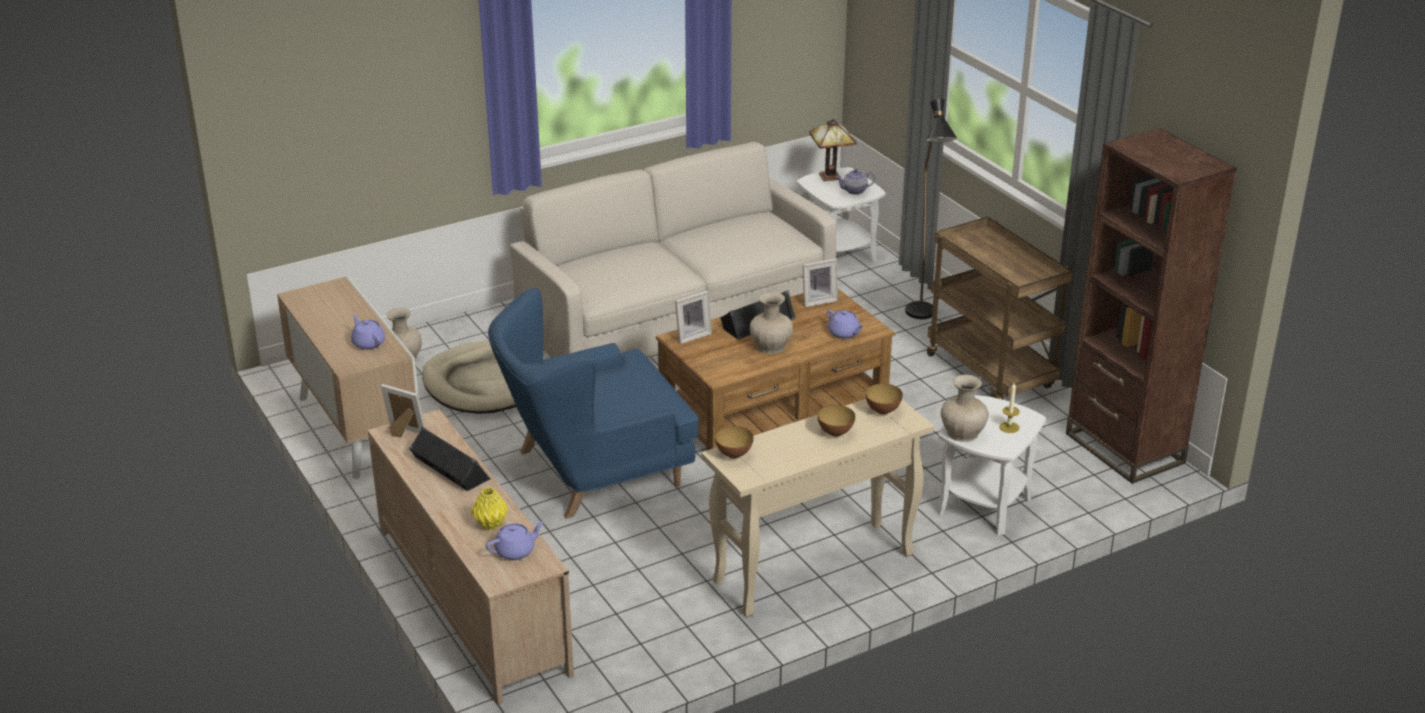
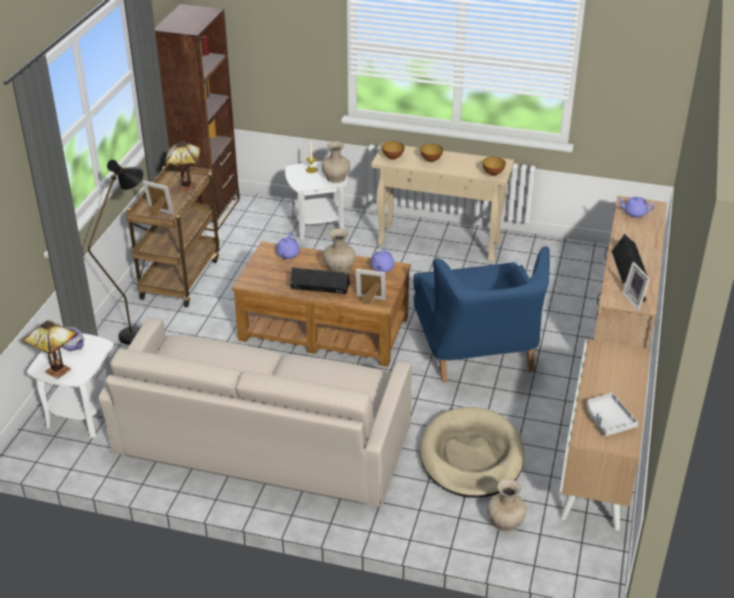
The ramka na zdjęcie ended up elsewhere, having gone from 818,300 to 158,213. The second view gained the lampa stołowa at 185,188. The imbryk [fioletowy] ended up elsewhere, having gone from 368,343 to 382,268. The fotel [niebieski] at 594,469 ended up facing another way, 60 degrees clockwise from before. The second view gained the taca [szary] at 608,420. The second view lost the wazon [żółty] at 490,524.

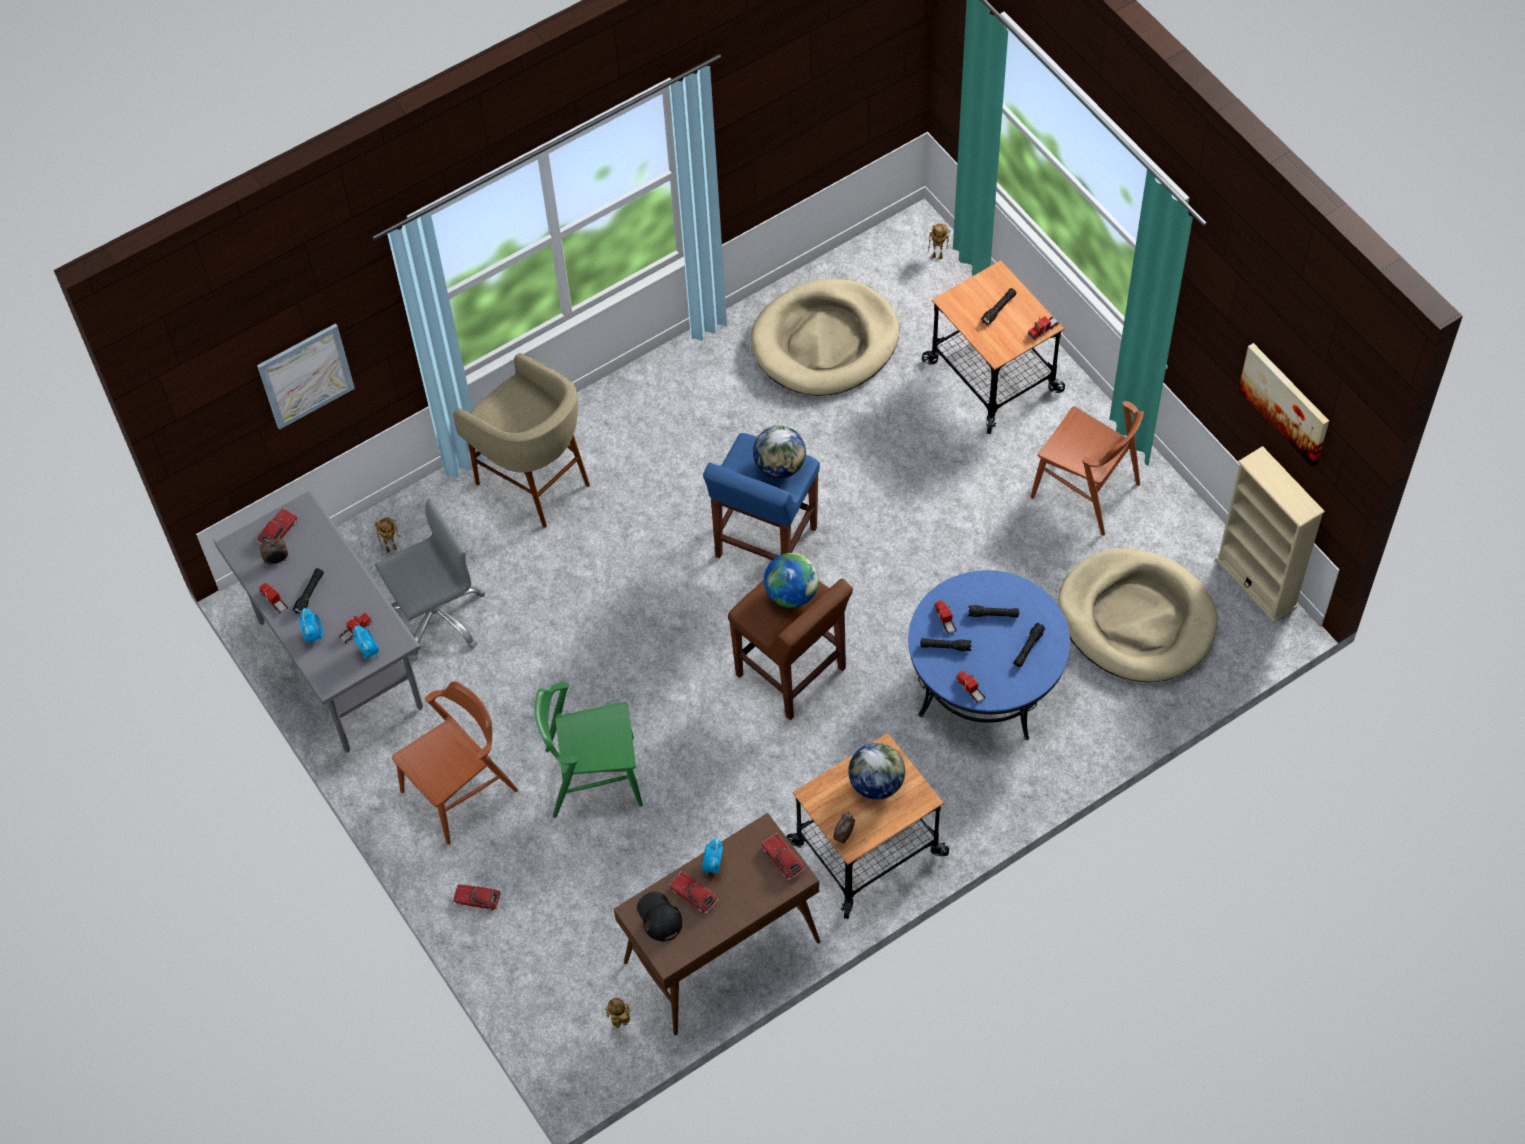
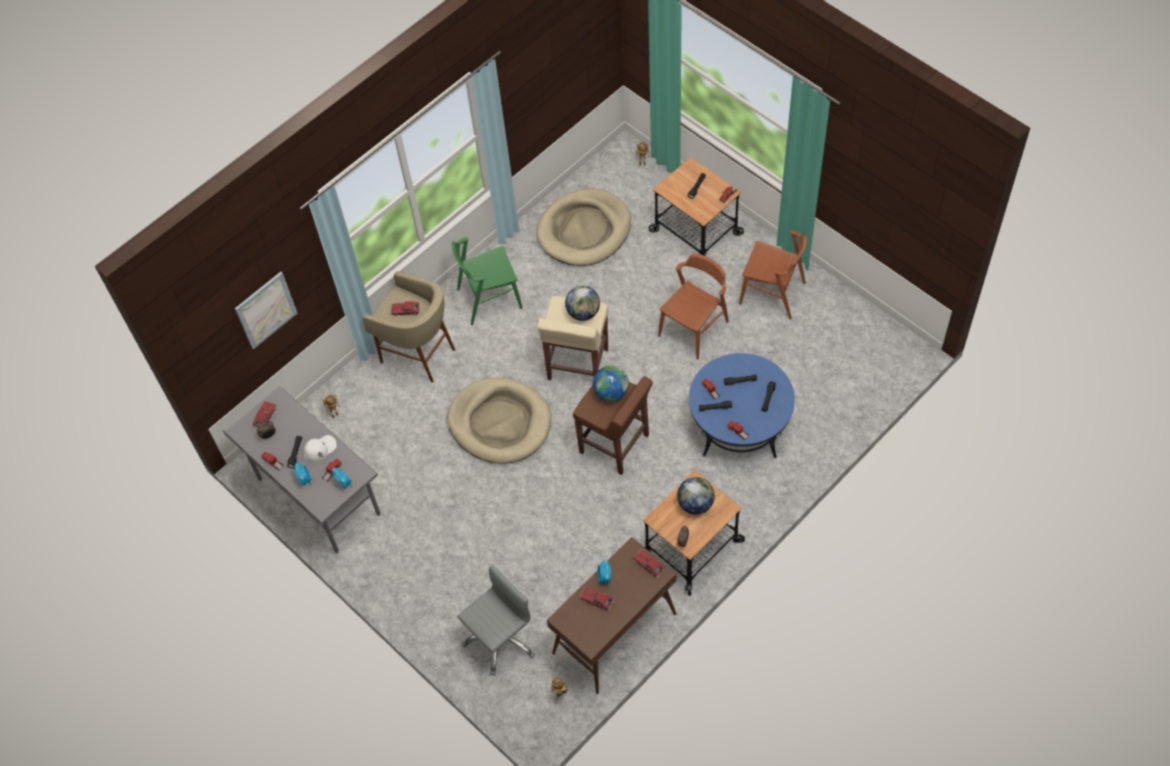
The second view gained the czapka z daszkiem [biały] at 320,448. The samochodzik ended up elsewhere, having gone from 477,899 to 406,311. The legowisko [beżowy] ended up elsewhere, having gone from 1136,619 to 500,423. The krzesło [zielony] ended up elsewhere, having gone from 593,777 to 489,298. The krzesło biurowe [szary] ended up elsewhere, having gone from 436,617 to 500,639. What was the stołek [niebieski] at 765,543 turned into the stołek [beżowy] at 577,365. The krzesło [brązowy] ended up elsewhere, having gone from 460,791 to 693,328. The second view lost the czapka z daszkiem [czarny] at 659,917. The second view lost the regał [beżowy] at 1256,583. The second view lost the obraz at 1285,403.

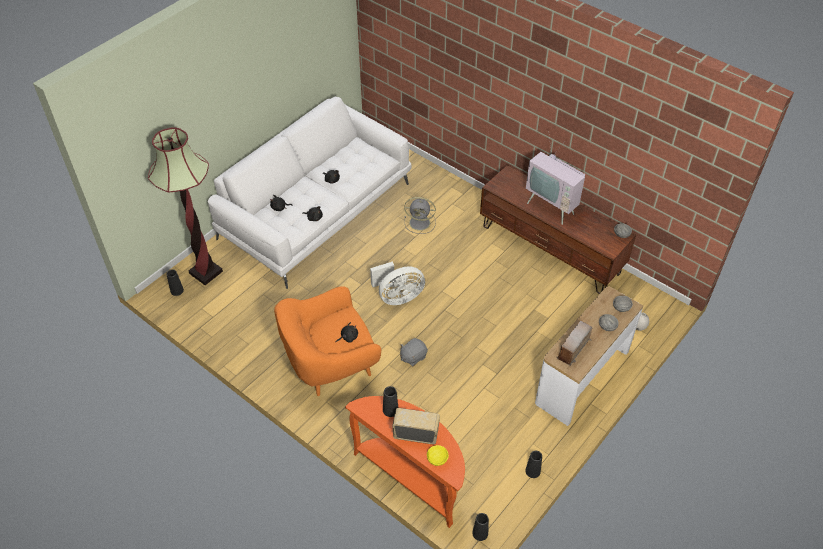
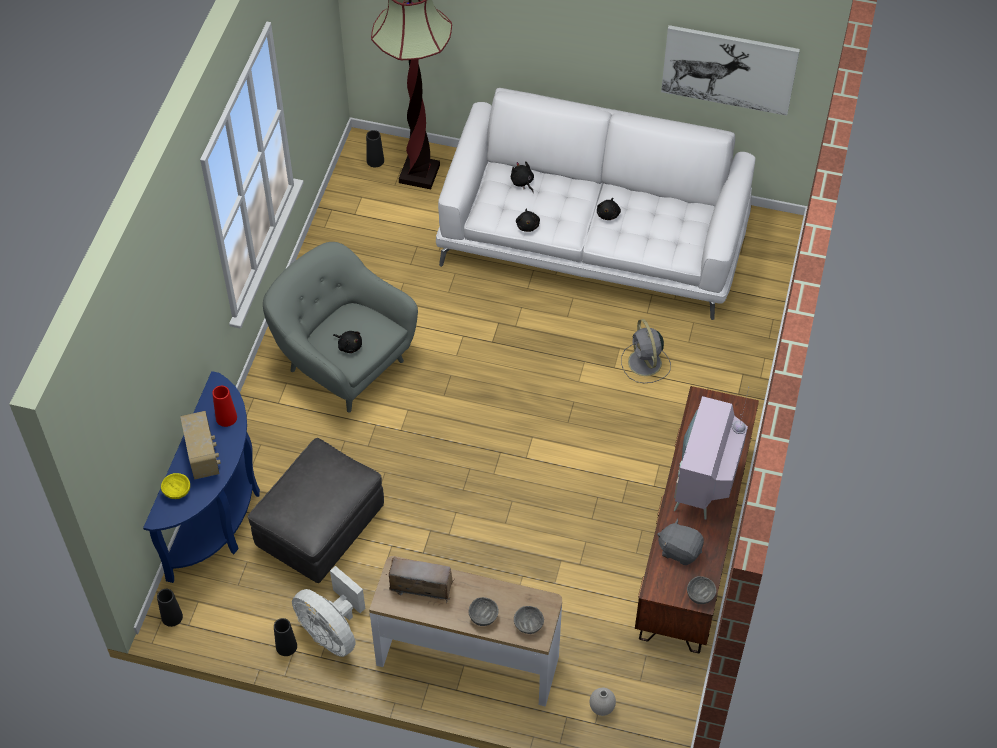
What was the stolik konsolowy [pomarańczowy] at 412,477 turned into the stolik konsolowy [niebieski] at 219,515. What was the wazon [czarny] at 390,410 turned into the wazon [czerwony] at 226,417. The second view gained the pufa [szary] at 320,527. What was the fotel [pomarańczowy] at 330,364 turned into the fotel [szary] at 344,363. The wentylator [biały] ended up elsewhere, having gone from 398,297 to 332,632. The pluszak [szary] ended up elsewhere, having gone from 413,357 to 679,550. The second view gained the obraz at 729,69.

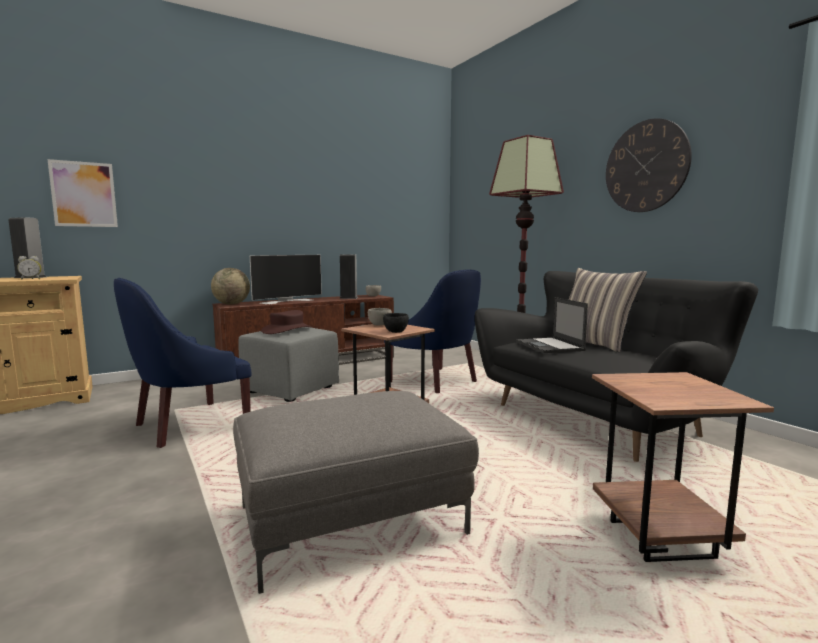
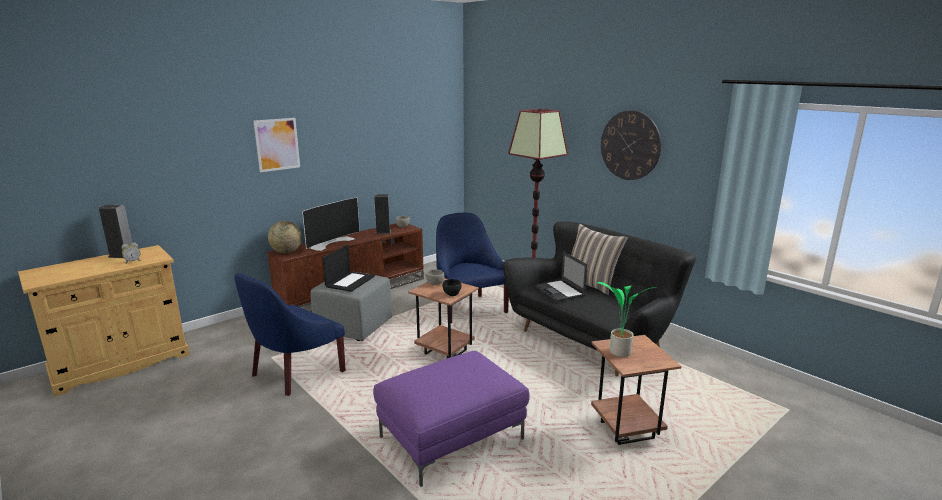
The obraz ended up elsewhere, having gone from 84,194 to 277,144. Where the kapelusz [brązowy] stood at 287,330, the laptop came to stand at 350,281. What was the pufa [szary] at 352,519 turned into the pufa [fioletowy] at 451,437. The fotel [niebieski] at 436,381 ended up facing another way, 150 degrees counterclockwise from before. The second view gained the roślina doniczkowa at 619,352.

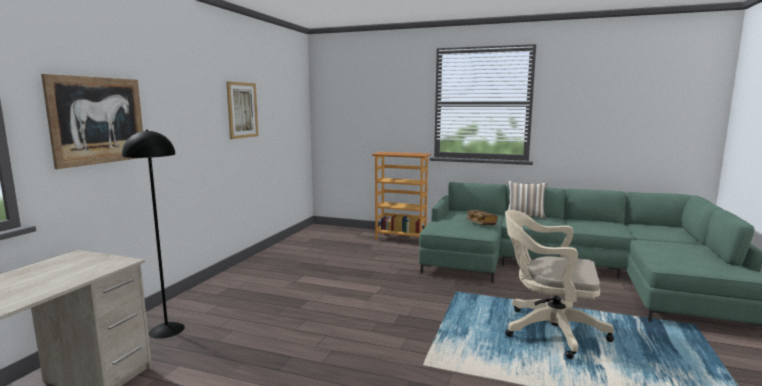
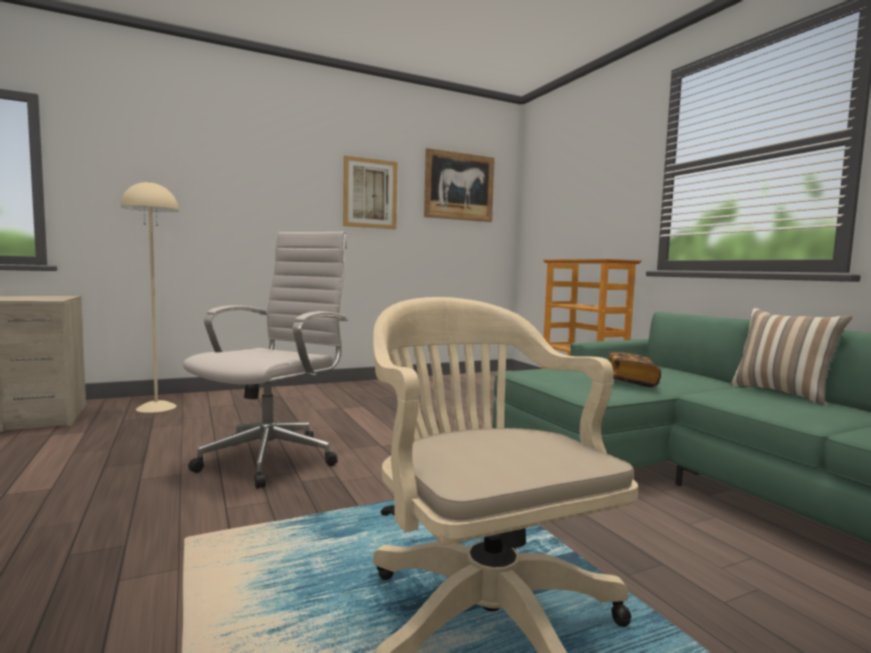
What was the lampa stojąca [czarny] at 167,330 turned into the lampa stojąca [beżowy] at 156,407. The second view gained the krzesło biurowe [biały] at 273,458. The obraz ended up elsewhere, having gone from 98,120 to 459,186.

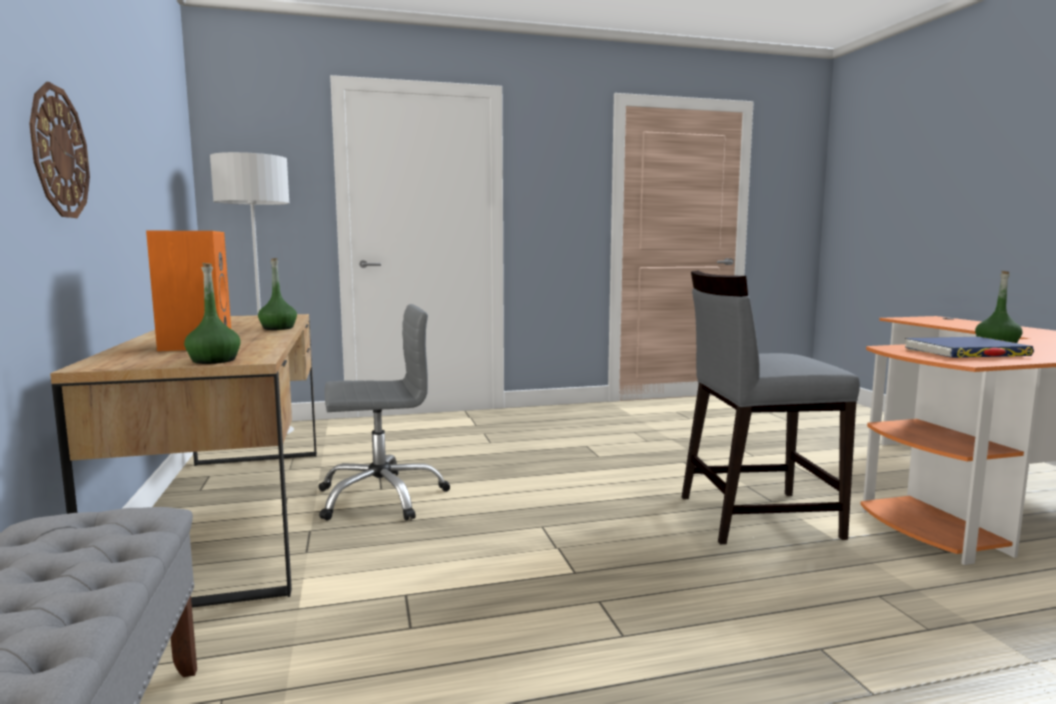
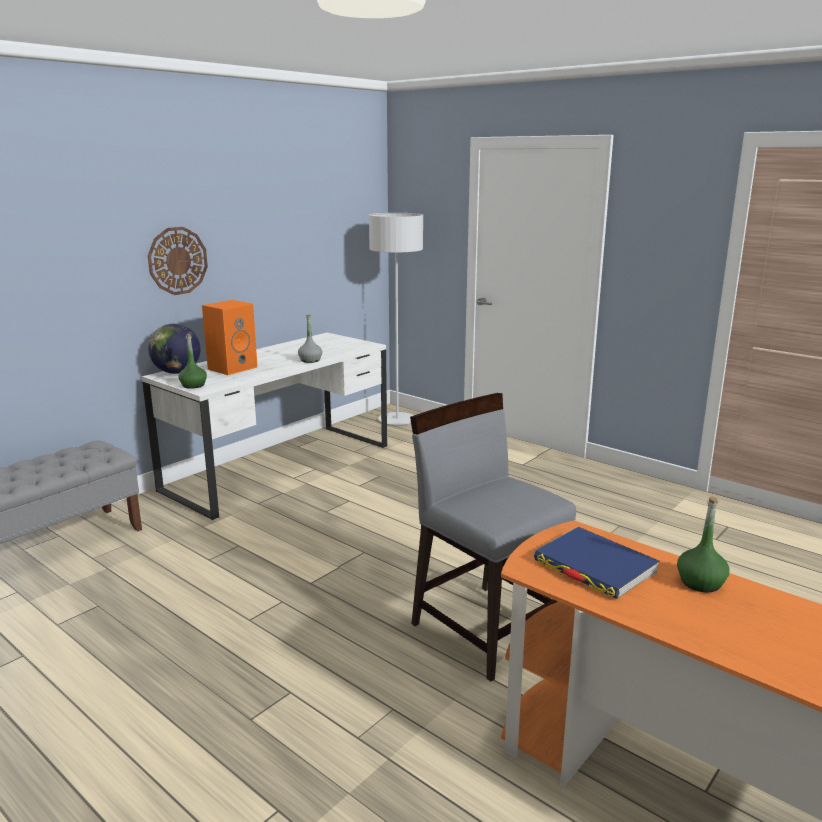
What was the biurko [brązowy] at 233,514 turned into the biurko [biały] at 280,467. The second view gained the globus at 177,372. What was the butelka [zielony] at 278,328 turned into the butelka [szary] at 310,360. The second view lost the krzesło biurowe [szary] at 381,497.

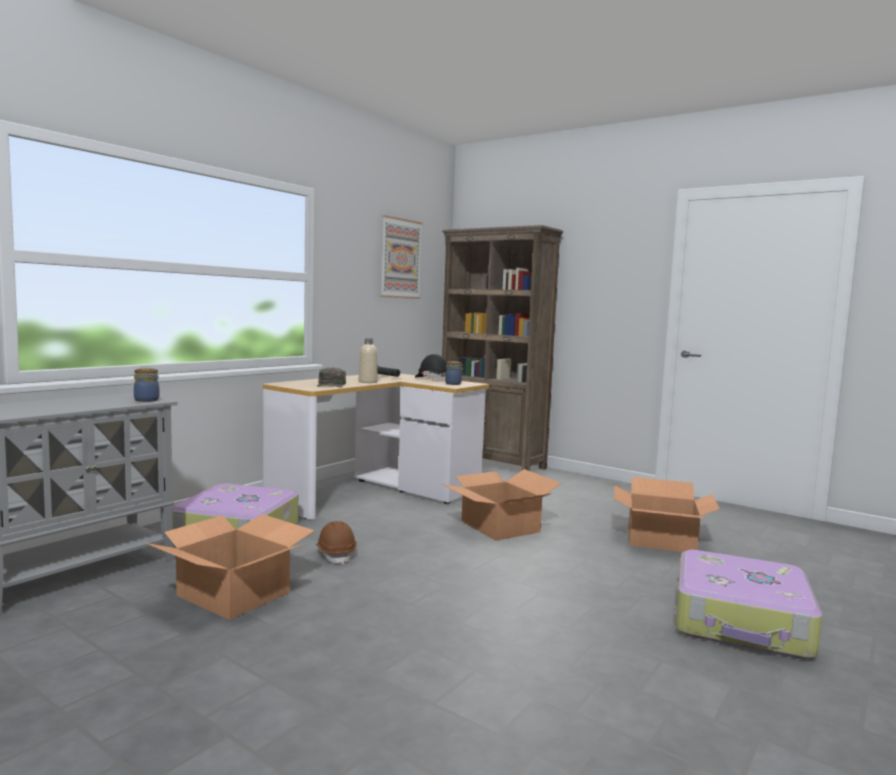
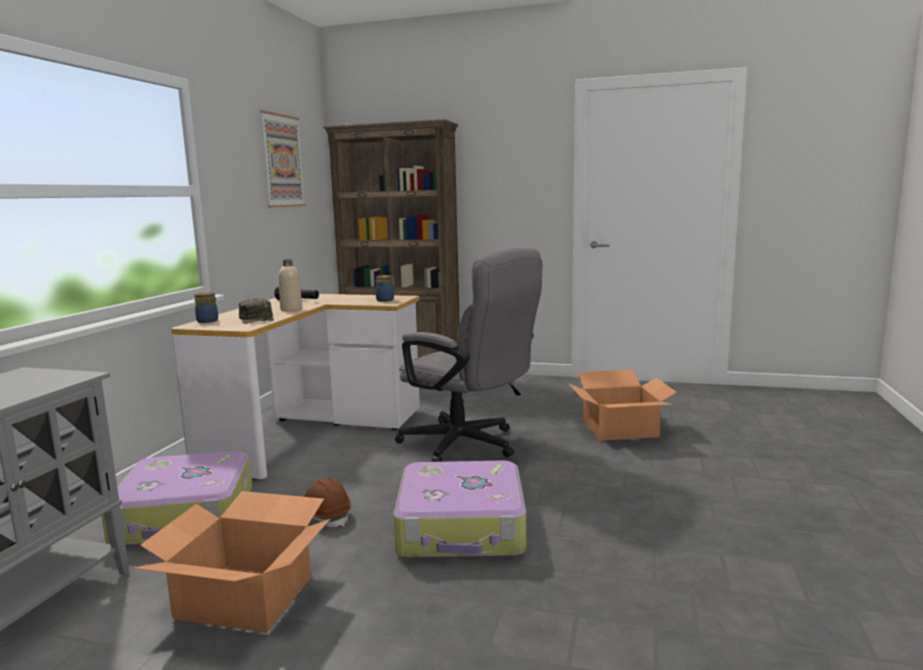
The słoik ended up elsewhere, having gone from 146,400 to 207,321. The walizka ended up elsewhere, having gone from 742,622 to 462,528. Where the karton stood at 499,527, the krzesło biurowe [szary] came to stand at 468,446. The second view lost the kask [czarny] at 432,379.

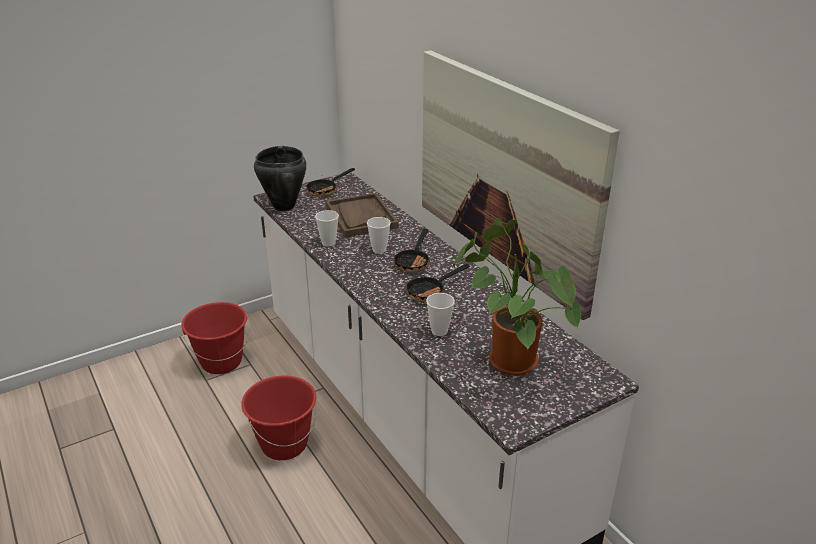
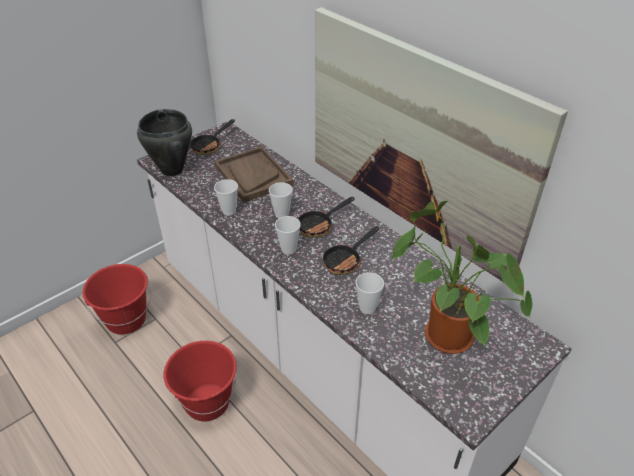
The second view gained the filiżanka at 288,249. The patelnia at 413,262 ended up facing another way, 45 degrees clockwise from before.

